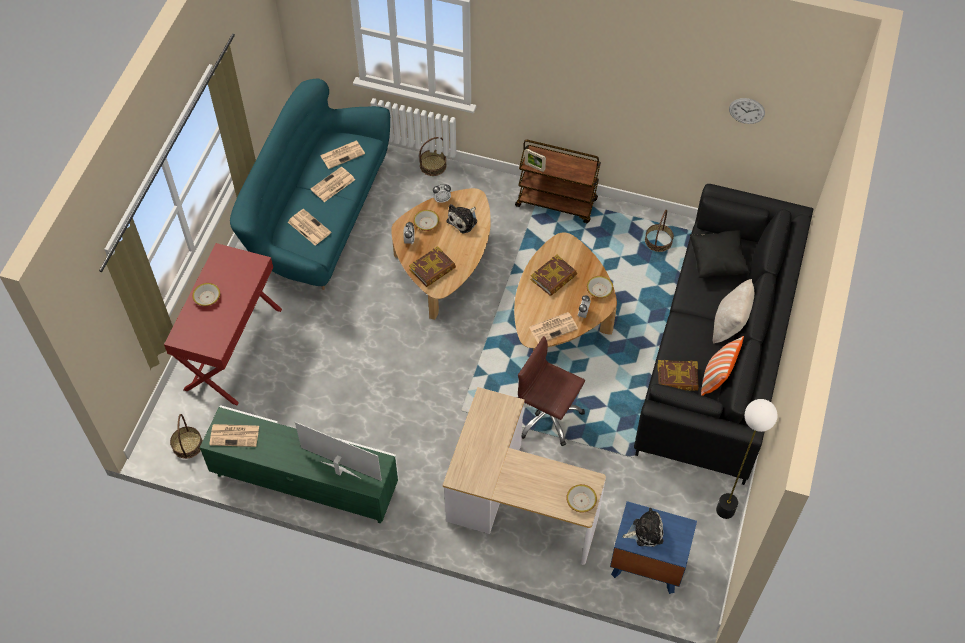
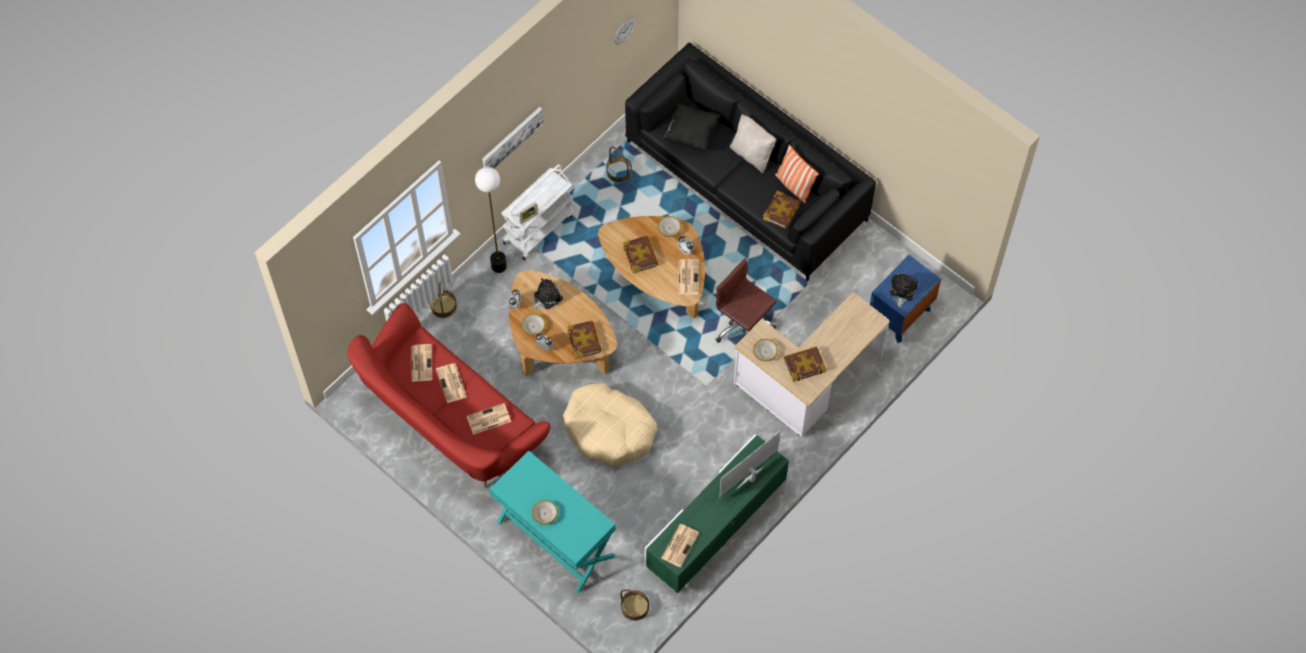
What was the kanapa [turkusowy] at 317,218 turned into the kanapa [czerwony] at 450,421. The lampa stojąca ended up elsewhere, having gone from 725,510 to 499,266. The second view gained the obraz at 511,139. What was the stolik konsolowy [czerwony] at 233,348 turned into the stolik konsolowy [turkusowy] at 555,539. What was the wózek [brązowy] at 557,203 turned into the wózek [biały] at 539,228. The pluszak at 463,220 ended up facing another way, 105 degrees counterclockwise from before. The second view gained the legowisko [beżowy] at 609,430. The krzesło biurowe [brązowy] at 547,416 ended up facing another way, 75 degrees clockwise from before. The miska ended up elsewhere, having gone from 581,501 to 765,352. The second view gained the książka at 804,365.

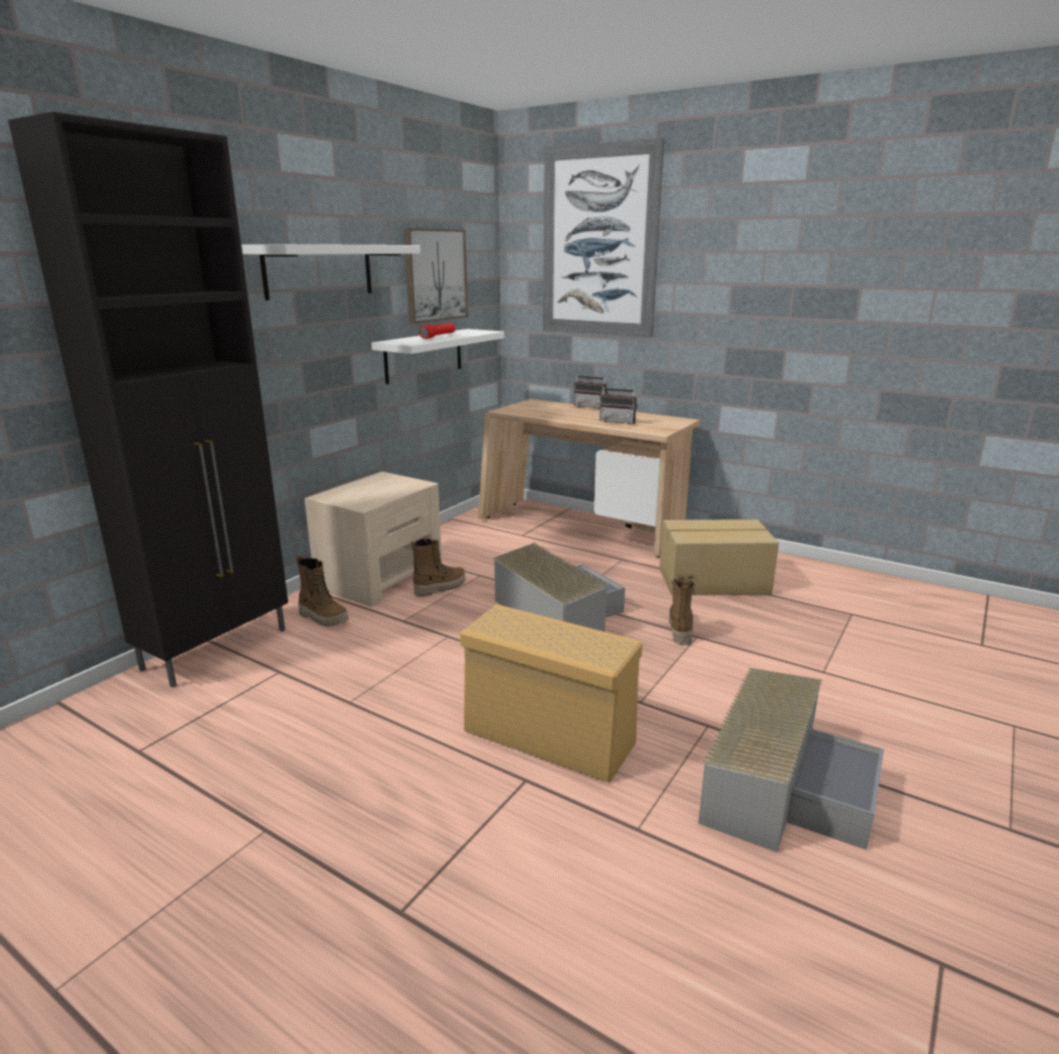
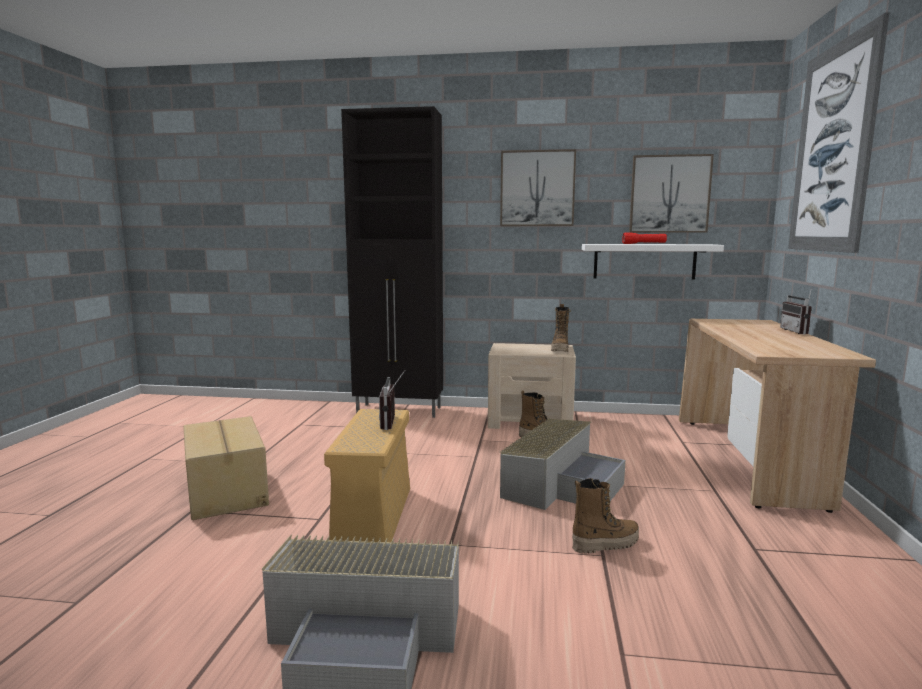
The karton ended up elsewhere, having gone from 712,580 to 228,490. The radio ended up elsewhere, having gone from 619,421 to 393,423. Where the półka [biały] hung at 319,270, the obraz came to hang at 537,188. The but z cholewką ended up elsewhere, having gone from 323,618 to 560,349.

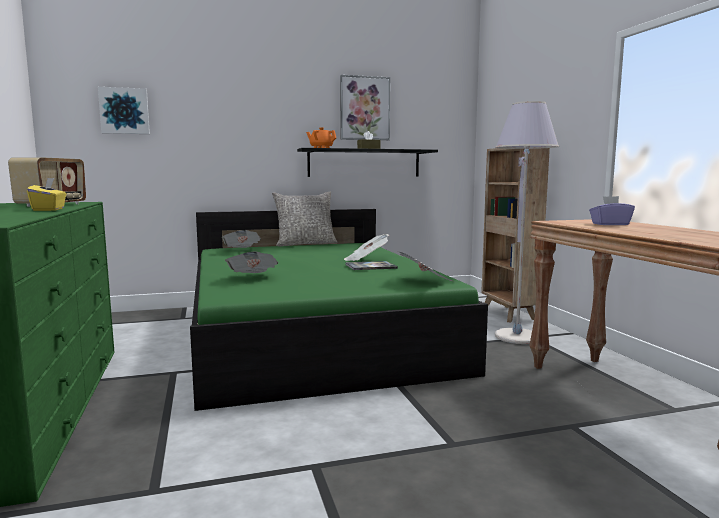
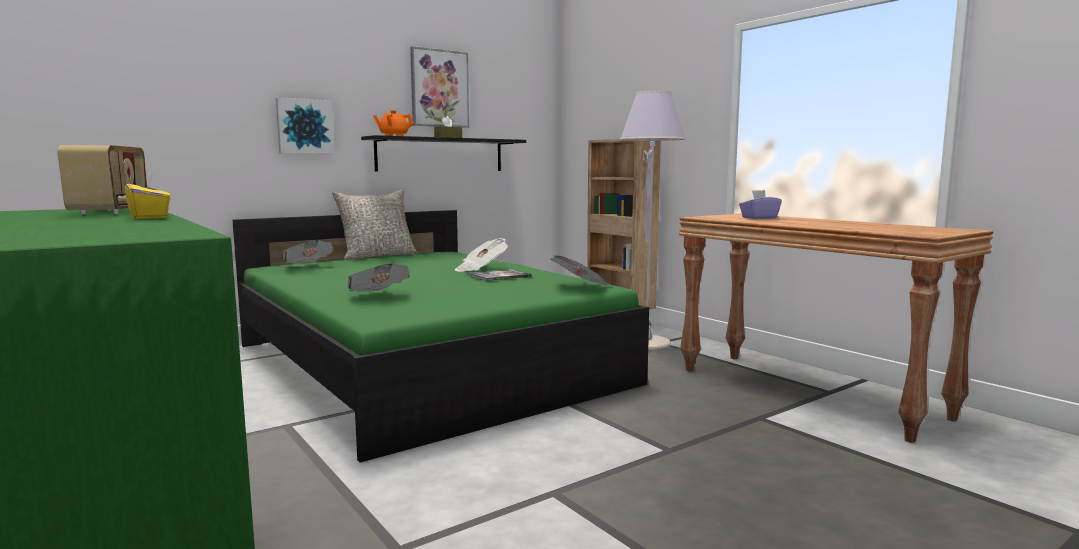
The obraz ended up elsewhere, having gone from 124,111 to 305,126.

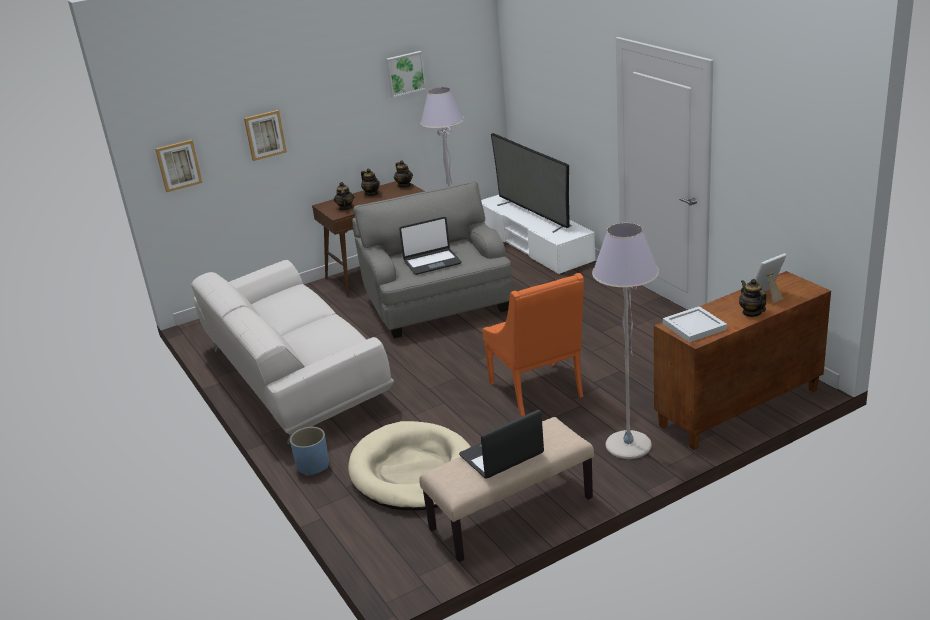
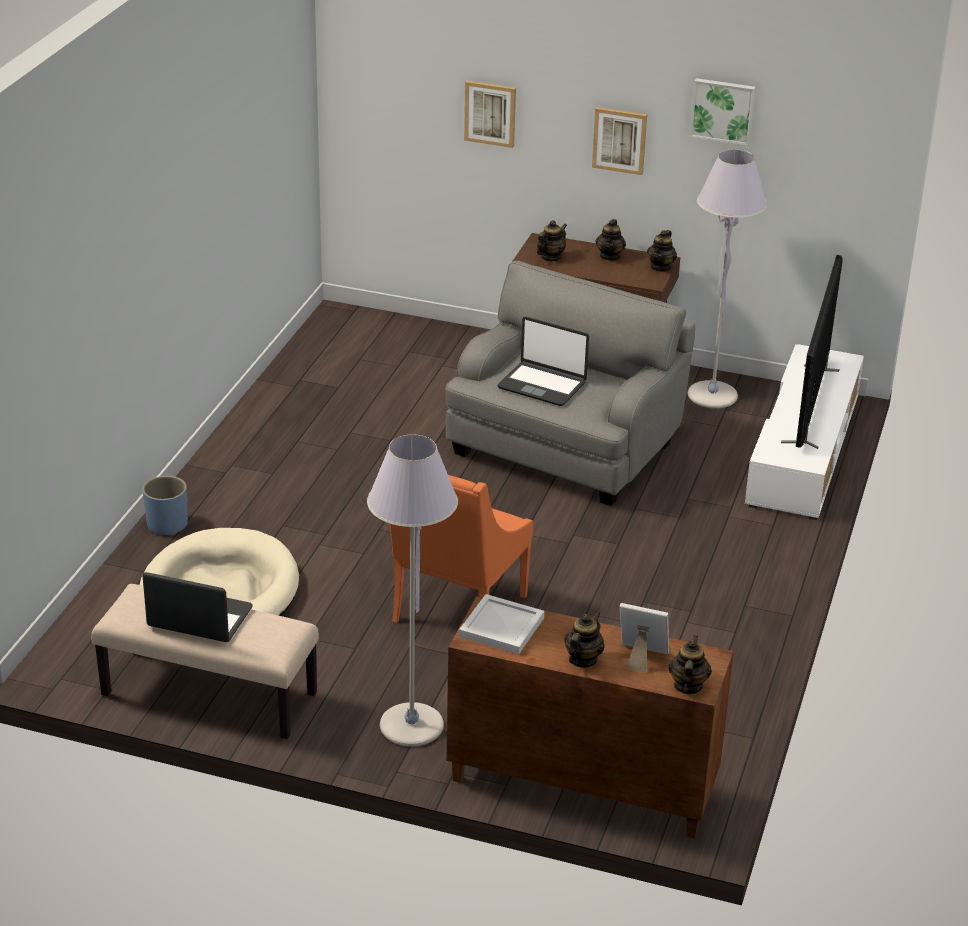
The obraz ended up elsewhere, having gone from 178,165 to 620,140. The second view gained the imbryk at 687,686. The second view lost the kanapa [biały] at 294,376.

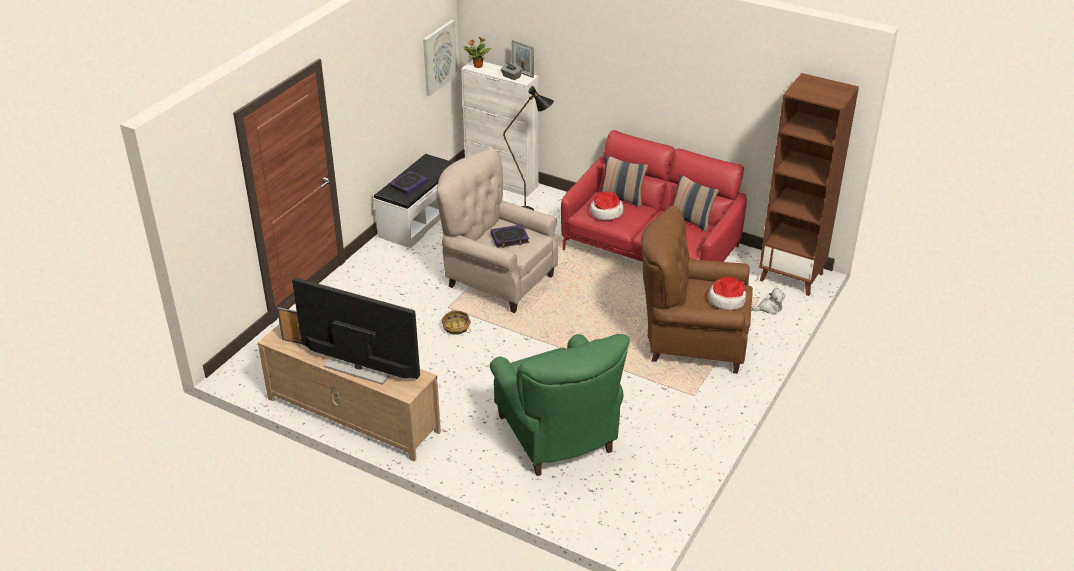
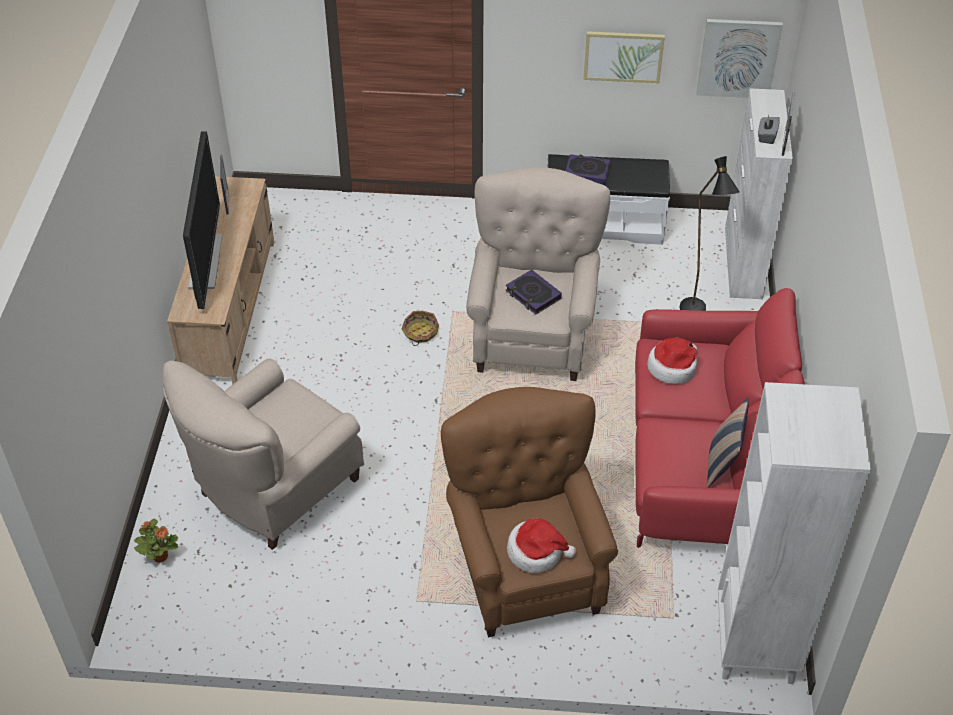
The roślina doniczkowa ended up elsewhere, having gone from 477,66 to 160,556. What was the fotel [zielony] at 557,437 turned into the fotel [beżowy] at 274,490. The second view gained the obraz at 623,56. What was the regał [brązowy] at 792,277 turned into the regał [biały] at 756,645. The second view lost the poduszka at 622,198. The second view lost the pluszak at 769,308.

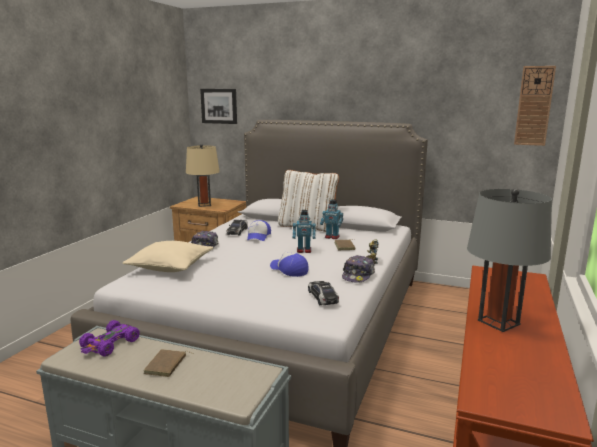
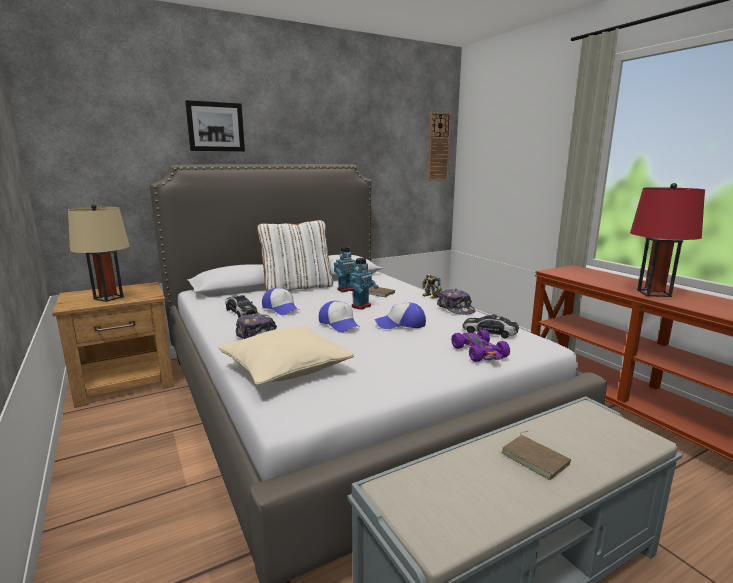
The obraz ended up elsewhere, having gone from 219,106 to 215,127. The second view gained the czapka z daszkiem at 339,324. The samochodzik [fioletowy] ended up elsewhere, having gone from 110,344 to 480,352. What was the lampa stołowa [szary] at 498,322 turned into the lampa stołowa [czerwony] at 653,293.

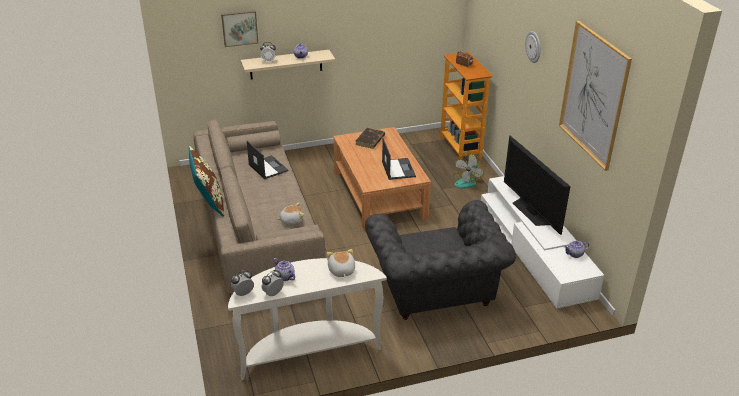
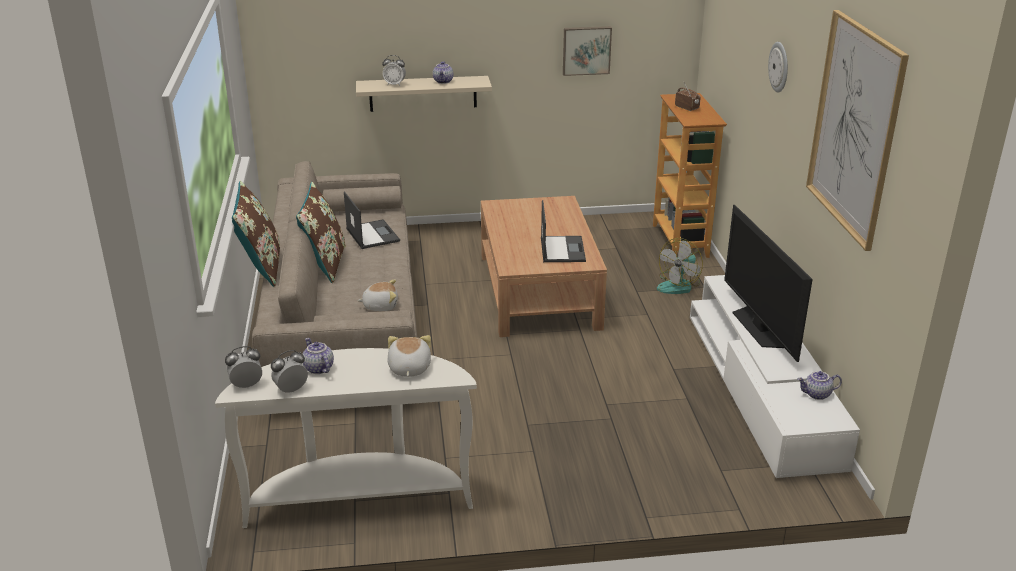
The second view gained the poduszka [brązowy] at 325,264. The obraz ended up elsewhere, having gone from 239,27 to 586,50. The second view lost the książka [brązowy] at 370,140. The second view lost the fotel [szary] at 436,291.

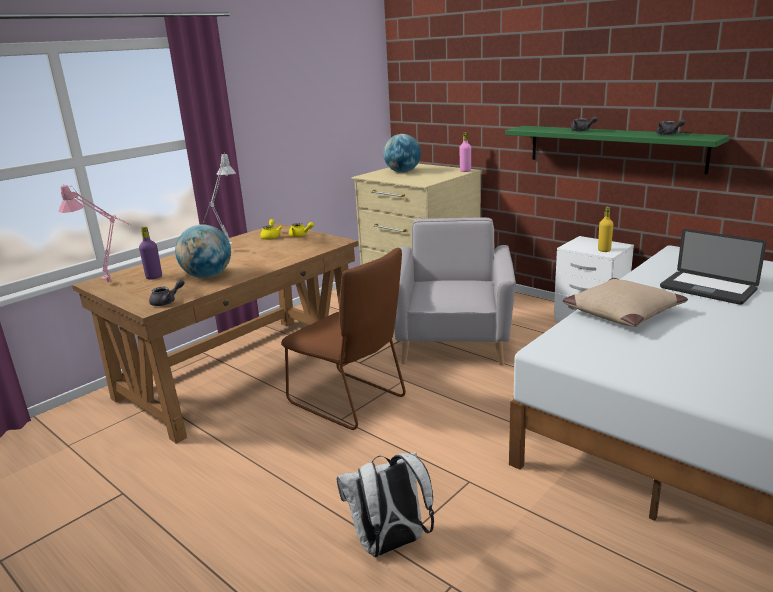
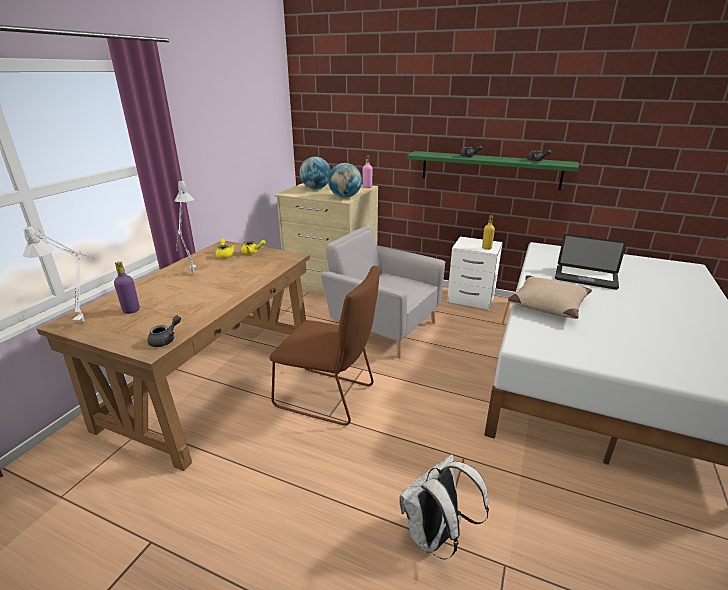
What was the lampa stołowa [różowy] at 113,281 turned into the lampa stołowa [biały] at 86,319. The fotel [szary] at 453,340 ended up facing another way, 45 degrees counterclockwise from before. The globus ended up elsewhere, having gone from 207,276 to 345,197.

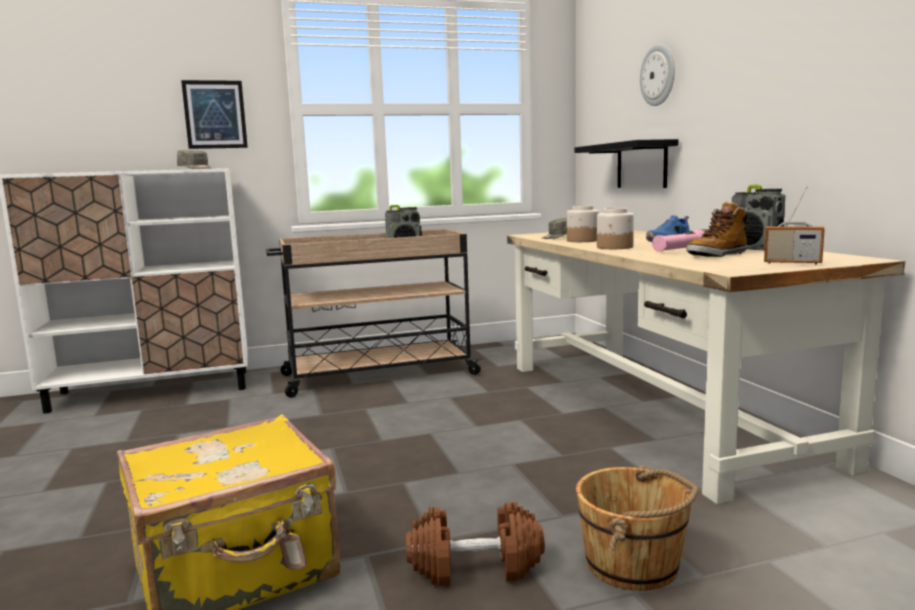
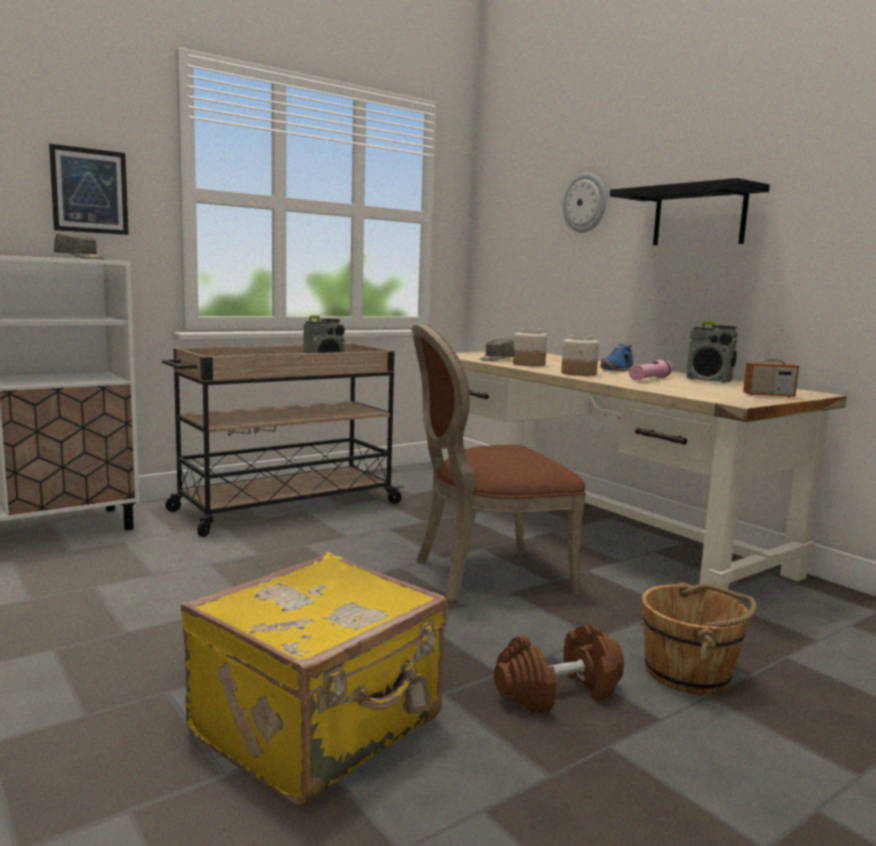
The second view gained the krzesło [brązowy] at 485,574. The półka [czarny] ended up elsewhere, having gone from 641,165 to 699,217. The second view lost the but z cholewką at 717,255.

